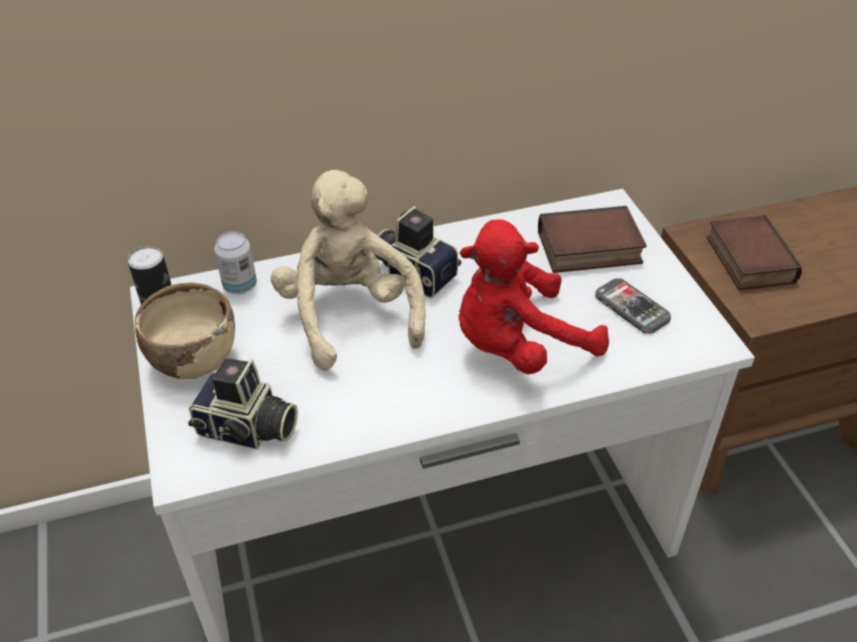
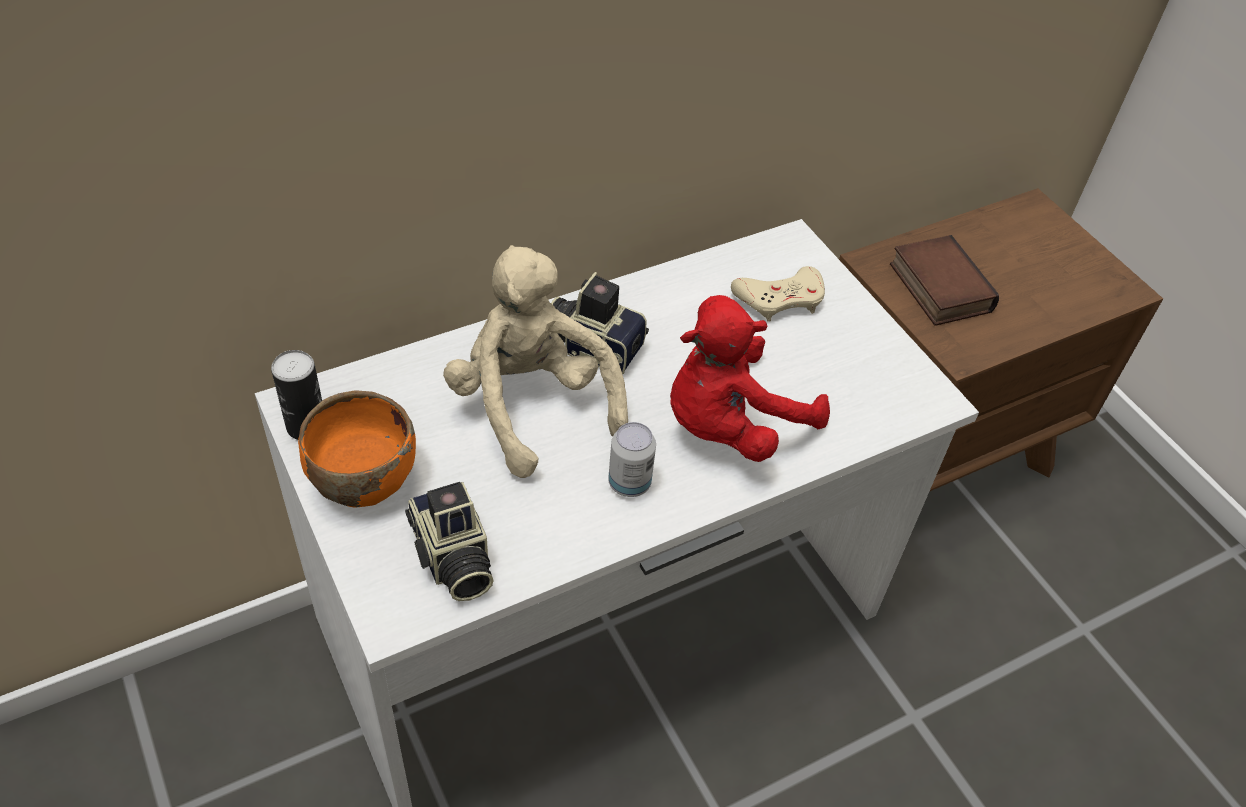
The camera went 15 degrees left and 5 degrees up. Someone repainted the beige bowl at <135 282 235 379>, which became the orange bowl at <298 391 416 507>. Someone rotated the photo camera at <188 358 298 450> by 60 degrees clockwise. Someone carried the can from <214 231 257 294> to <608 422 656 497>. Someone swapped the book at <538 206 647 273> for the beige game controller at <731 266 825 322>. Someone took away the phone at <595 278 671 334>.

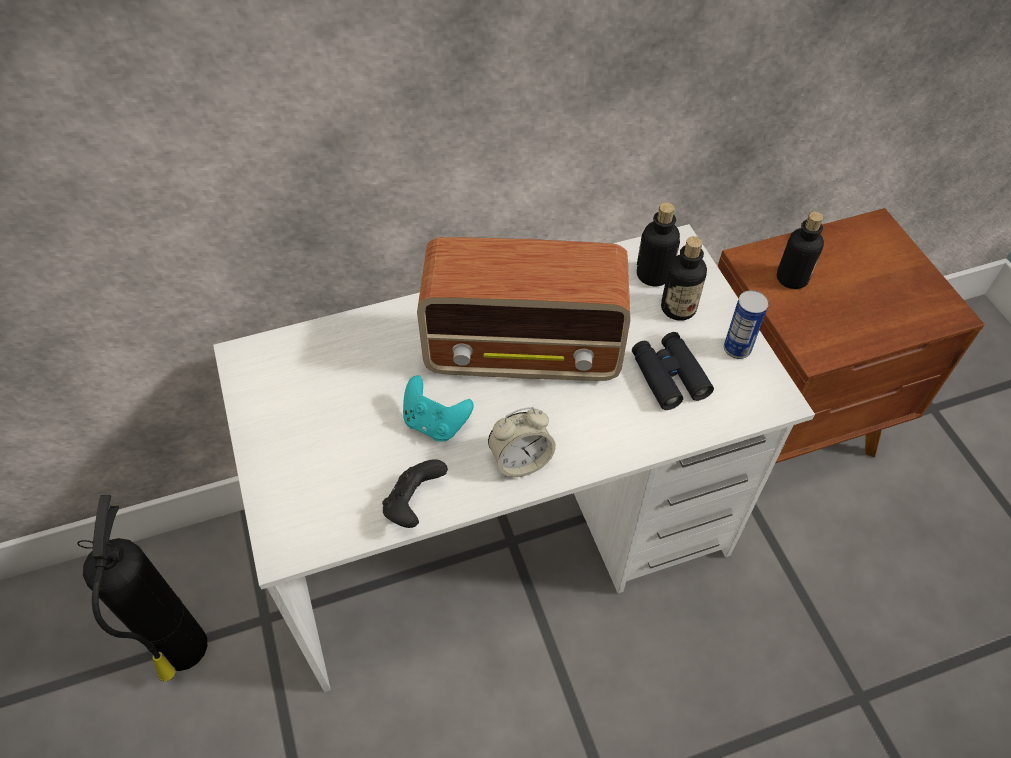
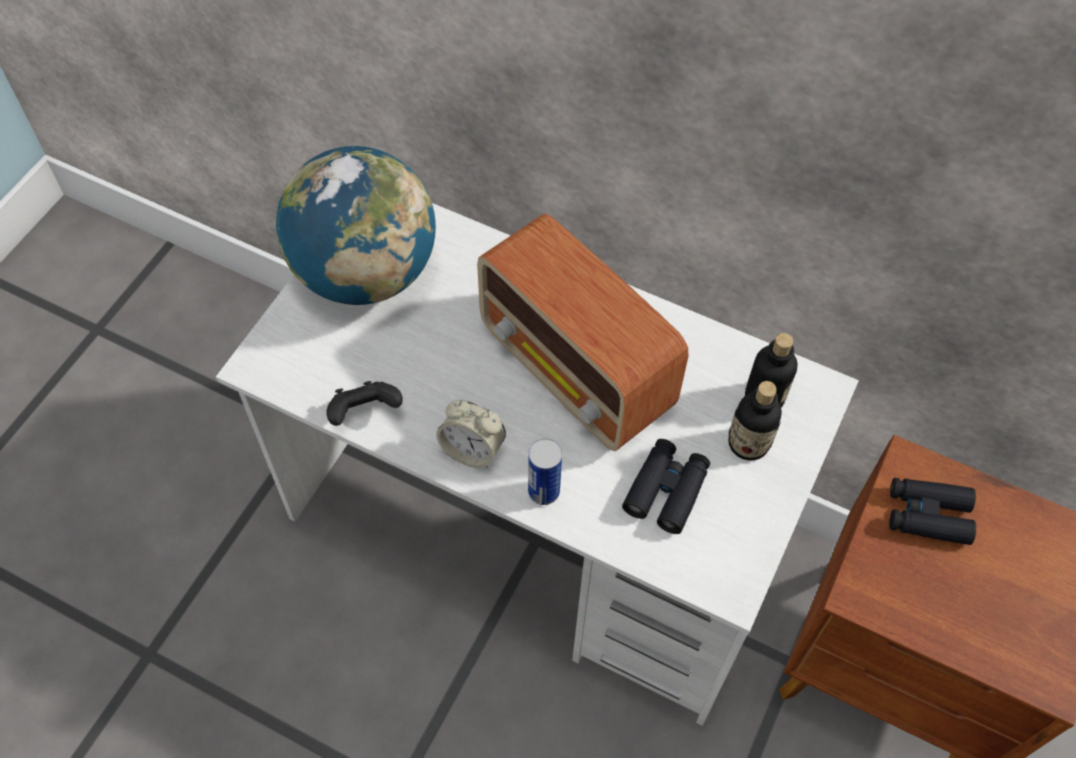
The camera went 45 degrees right and 5 degrees up. Someone put down the globe at <276 146 436 305>. Someone carried the can from <724 290 769 359> to <528 439 562 505>. Someone swapped the bottle at <777 212 824 289> for the black binoculars at <889 478 976 545>. Someone took away the fire extinguisher at <77 495 207 682>. Someone took away the turquoise game controller at <403 375 474 442>.

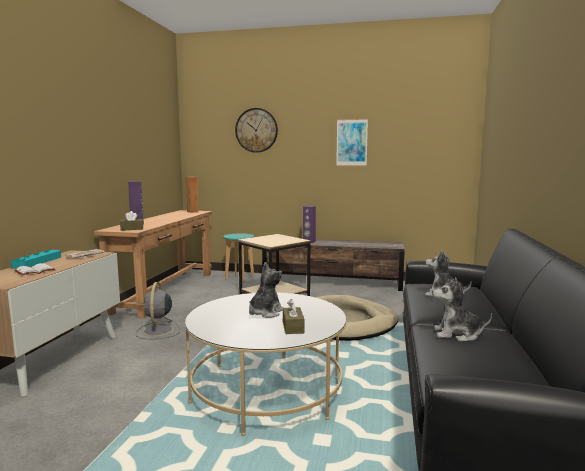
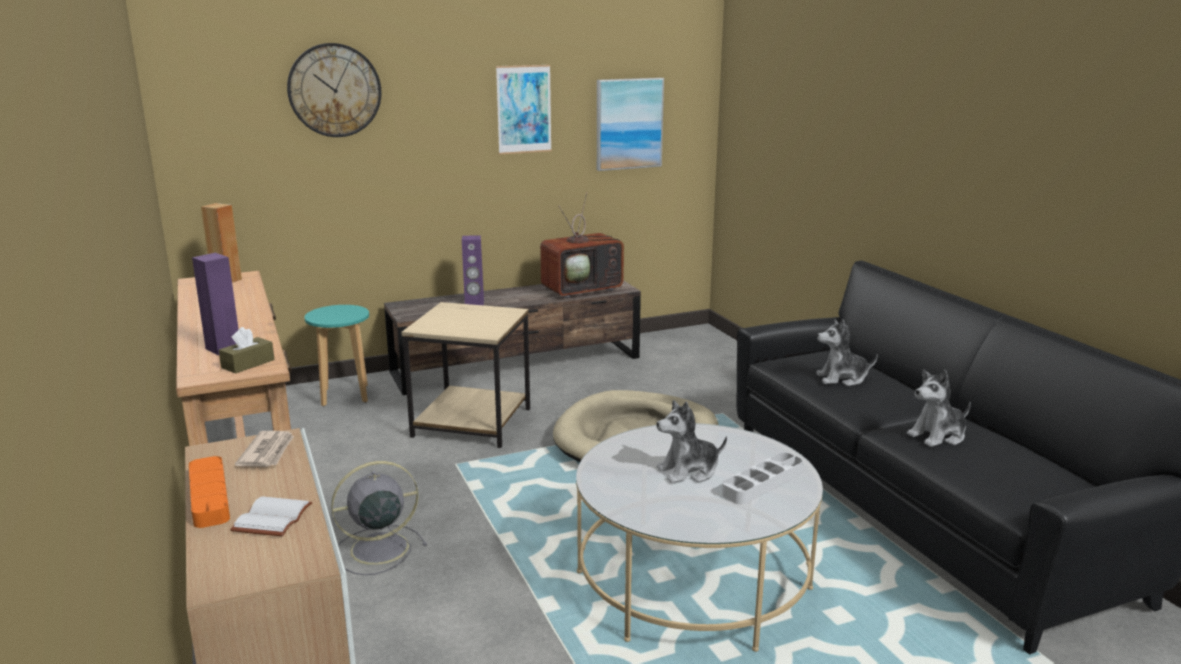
The camera went 35 degrees left and 10 degrees up. Someone repainted the turquoise tray at <11 250 61 269>, which became the orange tray at <189 456 230 528>. Someone rotated the grey fan at <136 282 180 339> by 105 degrees clockwise. Someone put down the television at <540 192 624 298>. Someone put up the picture at <597 78 664 171>. Someone rotated the plush toy at <249 262 284 318> by 105 degrees counterclockwise. Someone swapped the brown tissue box at <283 299 304 334> for the grey tray at <722 452 803 504>.

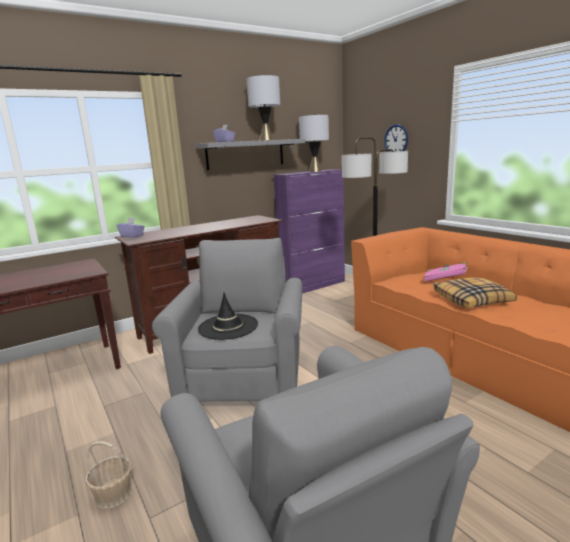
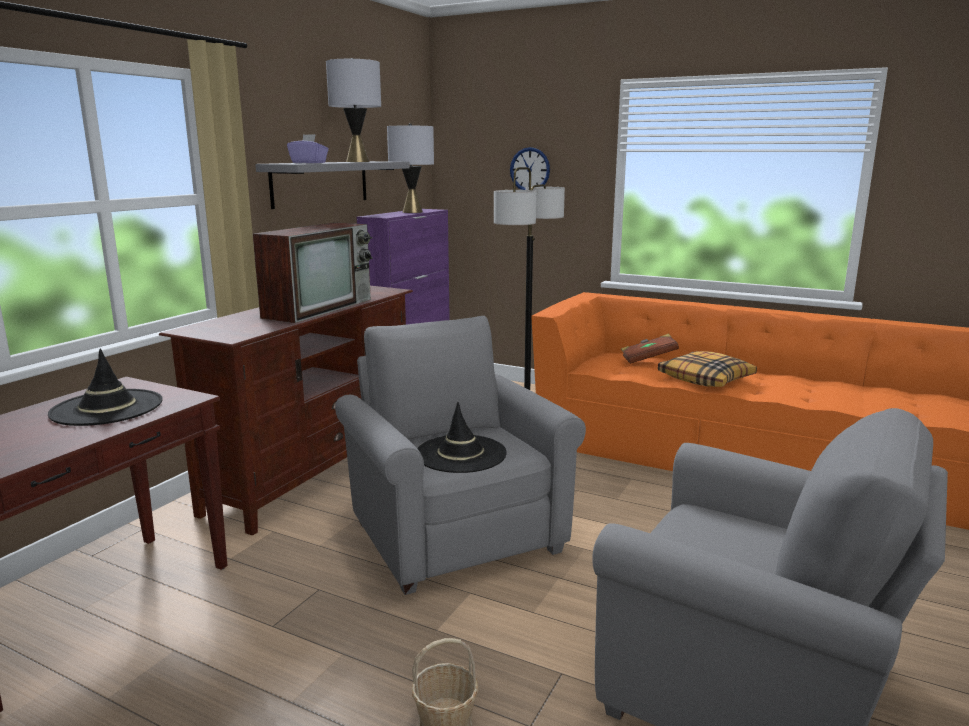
The camera went 30 degrees left and 0 degrees up. Someone put down the black hat at <48 348 163 426>. Someone put down the television at <253 222 373 323>. Someone repainted the pink book at <424 262 468 282>, which became the brown book at <621 334 679 364>. Someone took away the purple tissue box at <117 218 145 238>.

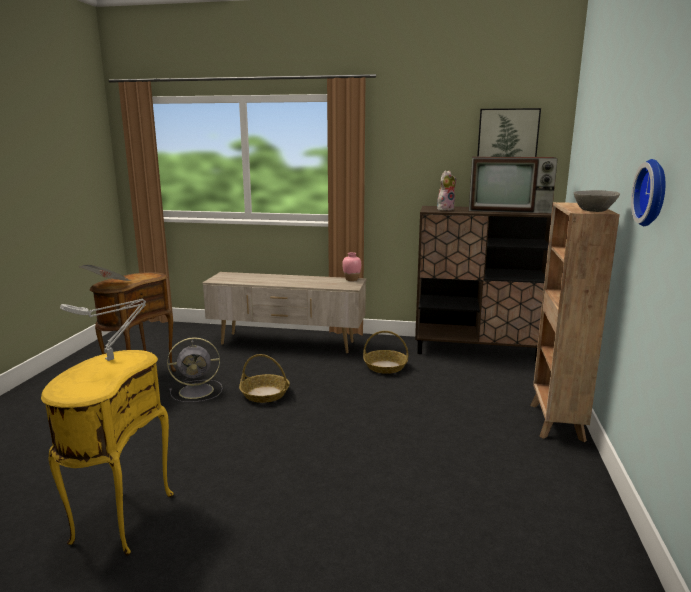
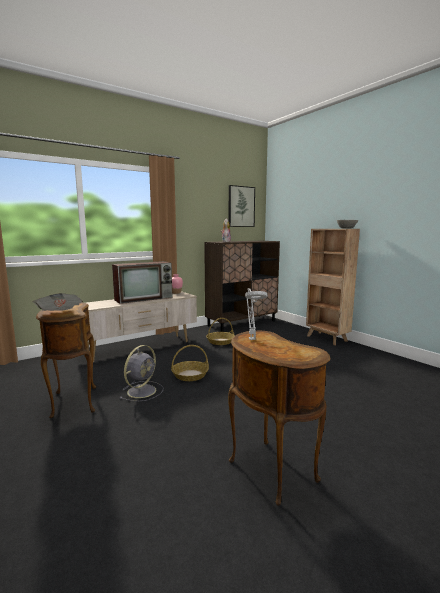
The camera went 45 degrees left and 5 degrees down. Someone carried the television from <469 157 558 214> to <112 261 172 304>. Someone repainted the yellow side table at <41 350 174 556>, which became the brown side table at <228 331 330 506>. Someone took away the wall clock at <631 159 665 226>.

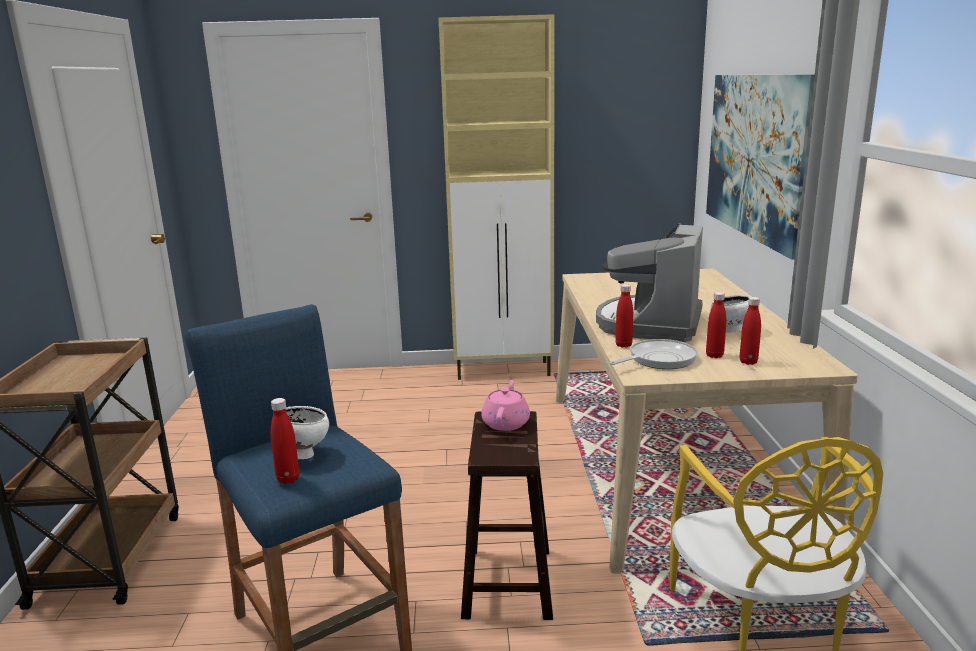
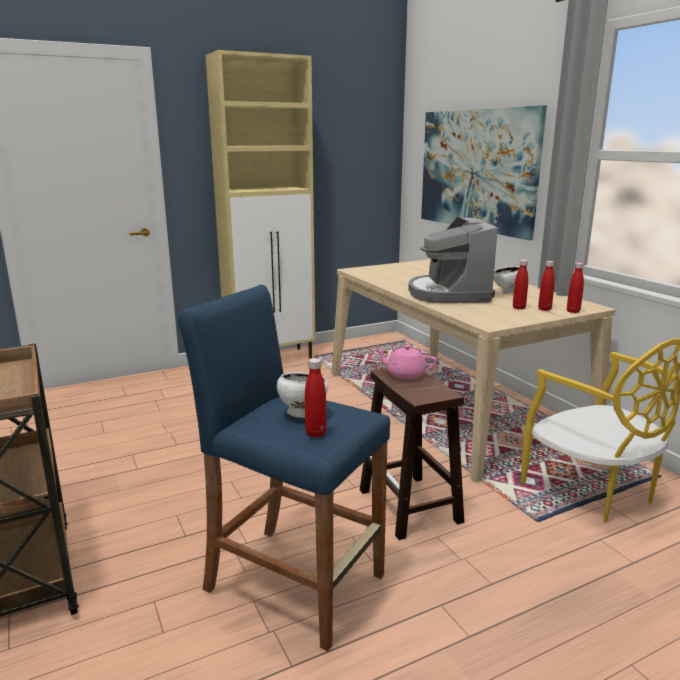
The camera went 25 degrees left and 0 degrees up. Someone rotated the pink teapot at <481 380 530 431> by 60 degrees counterclockwise. Someone carried the red bottle from <615 284 633 348> to <567 262 584 313>. Someone took away the frying pan at <609 339 698 369>.

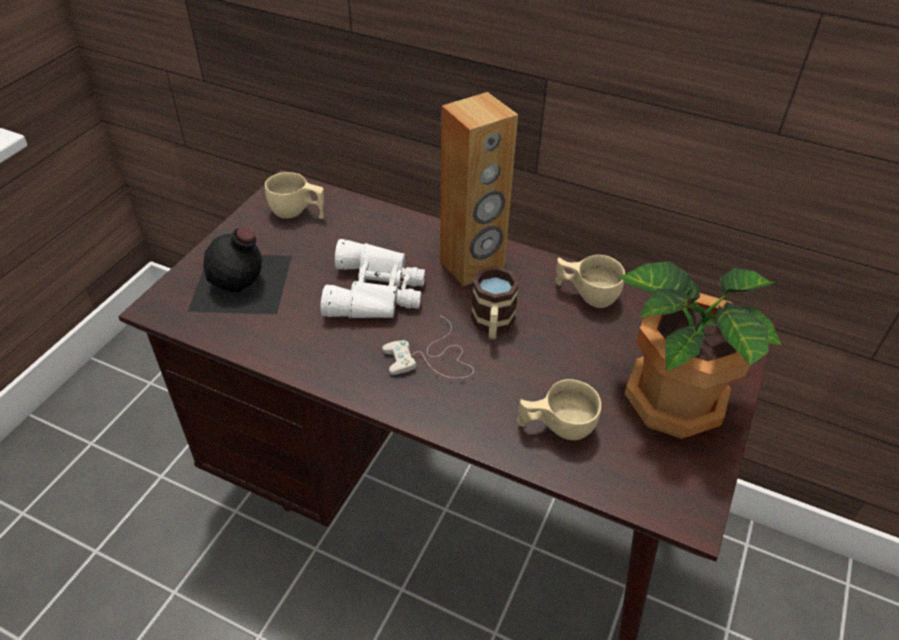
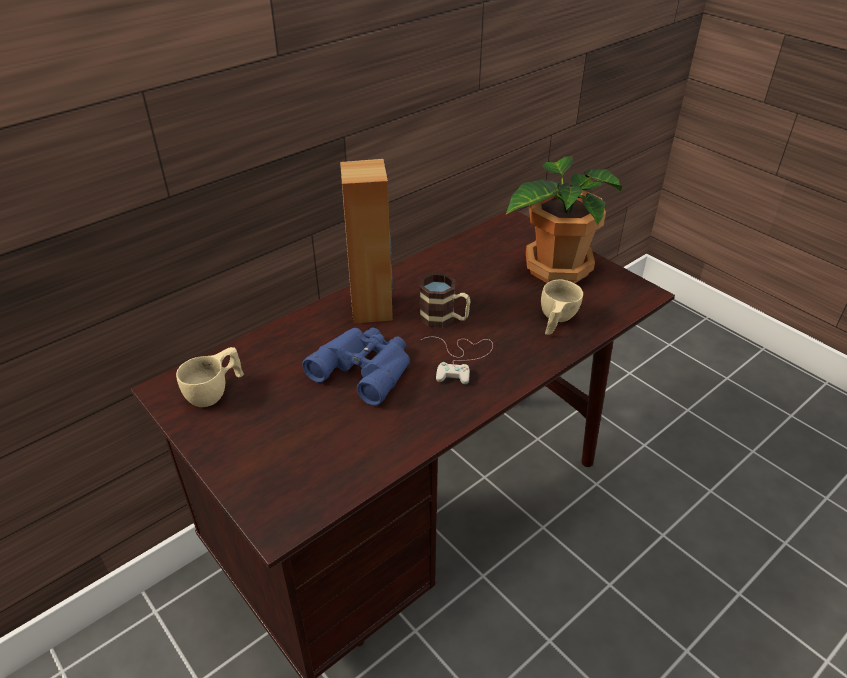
The camera went 65 degrees left and 5 degrees down. Someone repainted the white binoculars at <320 239 425 318>, which became the blue binoculars at <302 328 410 406>. Someone took away the black bottle at <188 228 292 314>. Someone took away the beige cup at <556 255 625 308>.

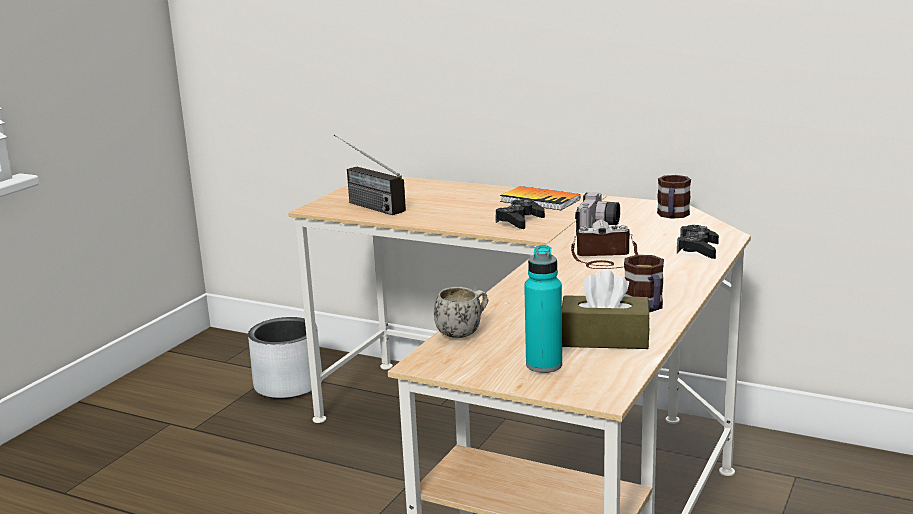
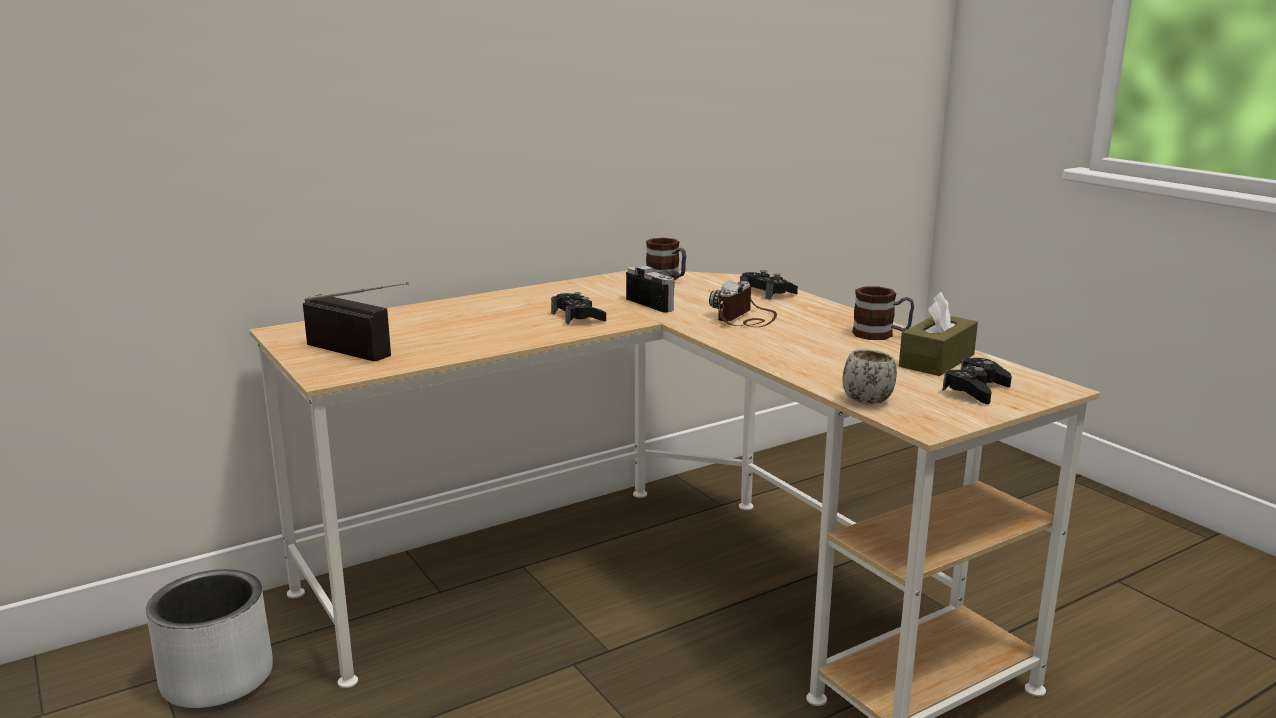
The camera went 60 degrees left and 0 degrees up. Someone rotated the radio at <334 134 406 215> by 135 degrees counterclockwise. Someone swapped the turquoise bottle at <524 245 562 373> for the black game controller at <942 358 1012 405>. Someone took away the book at <500 186 580 210>.

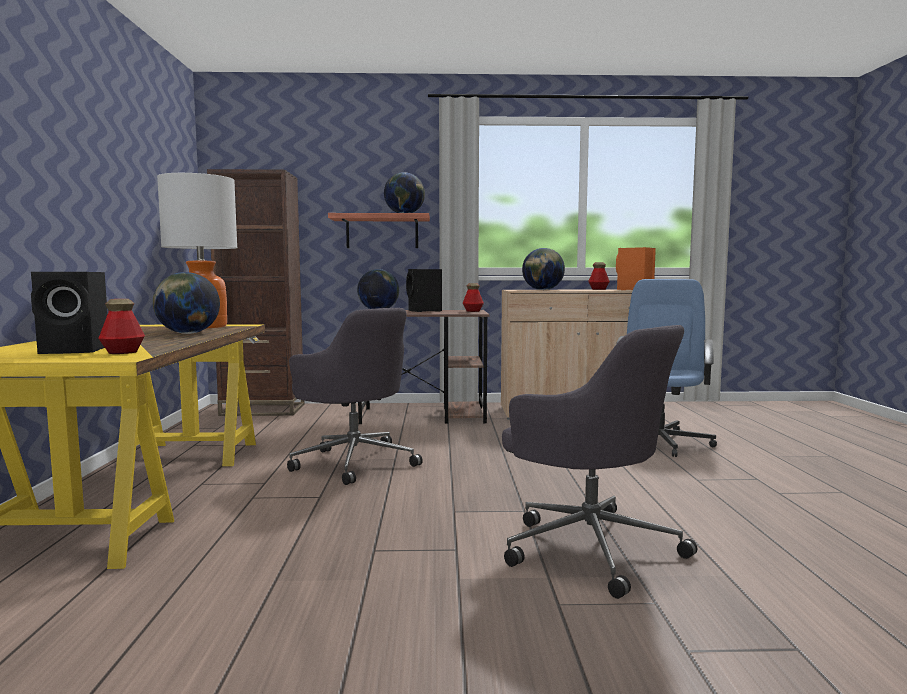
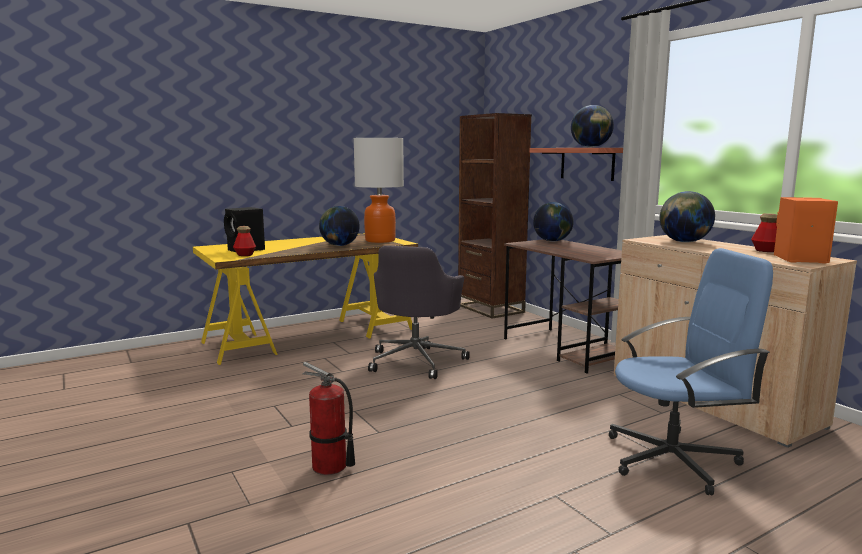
The camera went 60 degrees right and 5 degrees up. Someone swapped the grey office chair at <502 325 697 599> for the fire extinguisher at <303 362 355 475>. Someone took away the black speaker at <406 269 442 312>. Someone took away the bottle at <463 283 484 312>.

